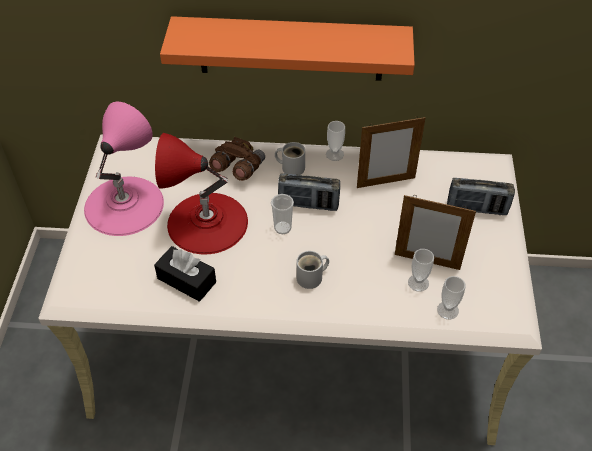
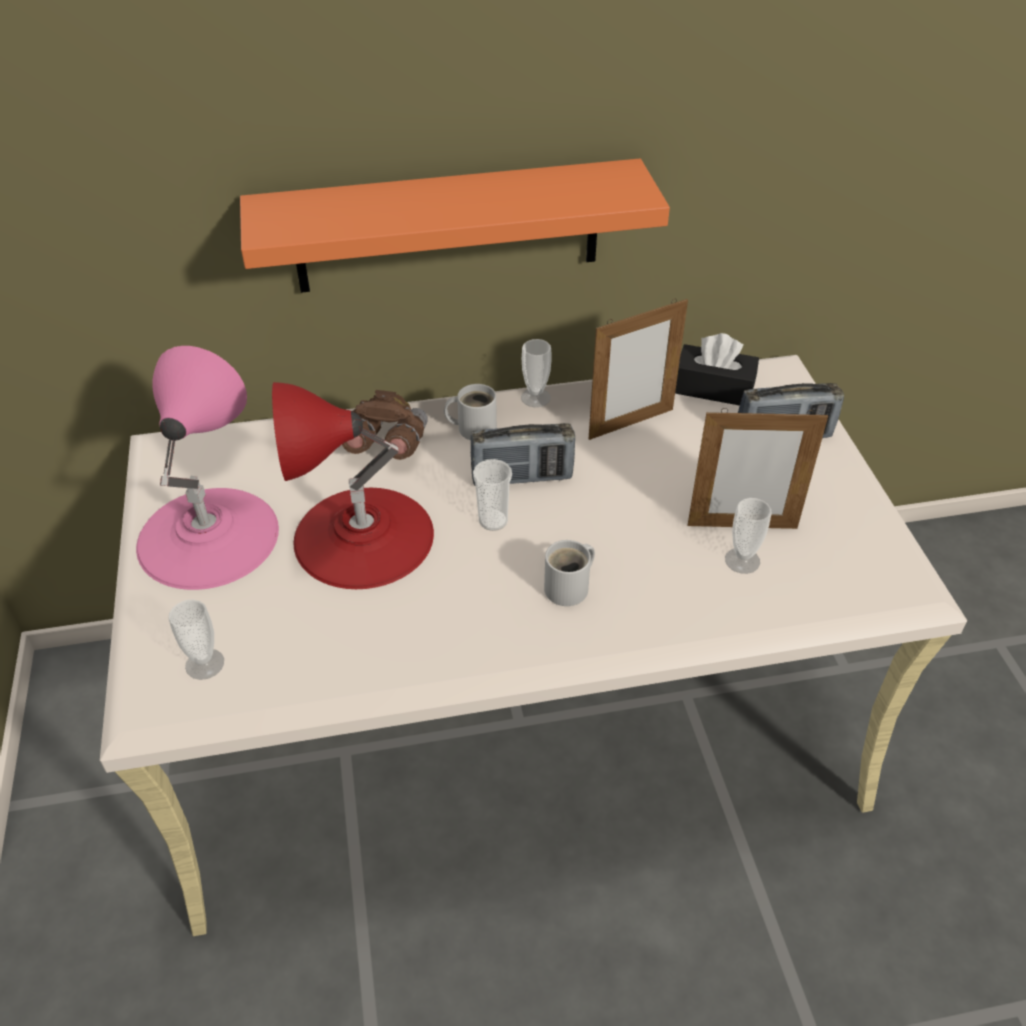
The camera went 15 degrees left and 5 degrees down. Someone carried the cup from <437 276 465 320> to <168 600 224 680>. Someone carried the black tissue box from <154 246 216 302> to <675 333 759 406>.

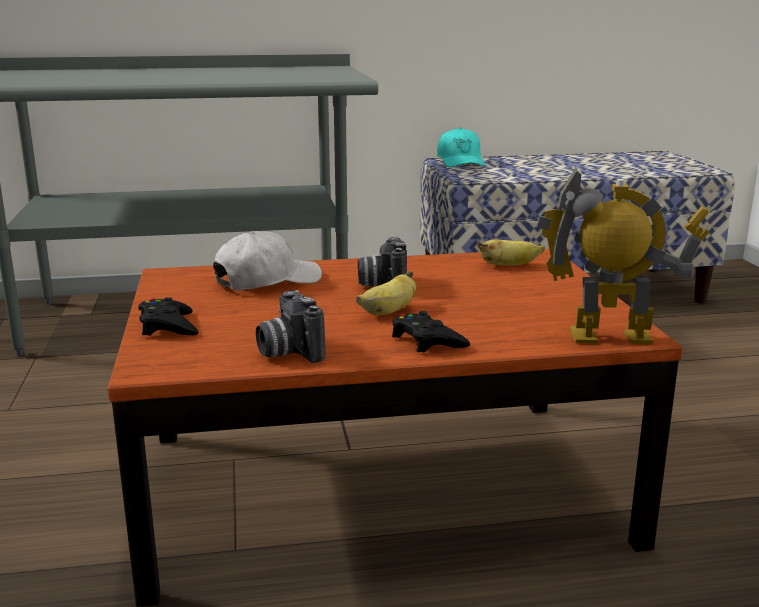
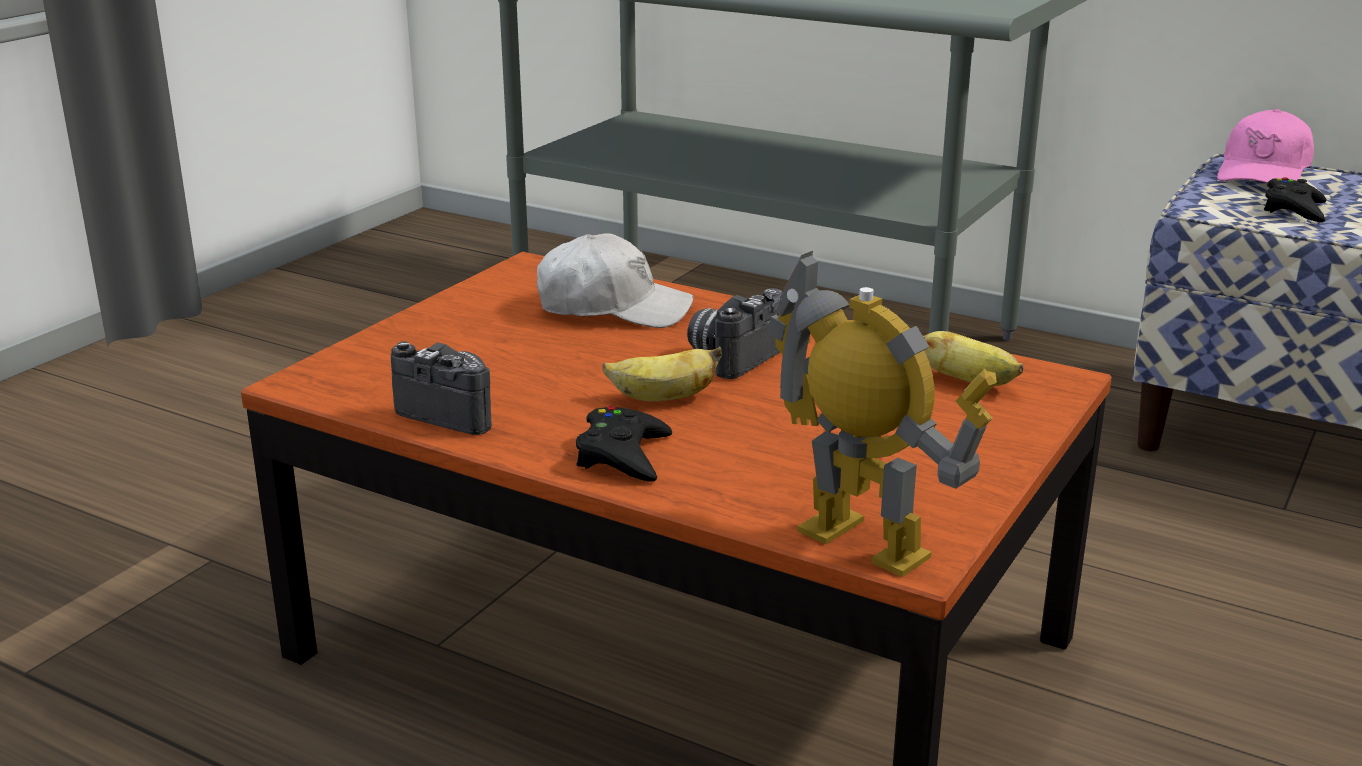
The camera went 40 degrees right and 5 degrees up. Someone rotated the photo camera at <256 290 326 363> by 105 degrees clockwise. Someone repainted the turquoise cap at <437 127 485 167>, which became the pink cap at <1217 109 1314 183>. Someone carried the black game controller from <138 297 198 336> to <1264 177 1326 222>.

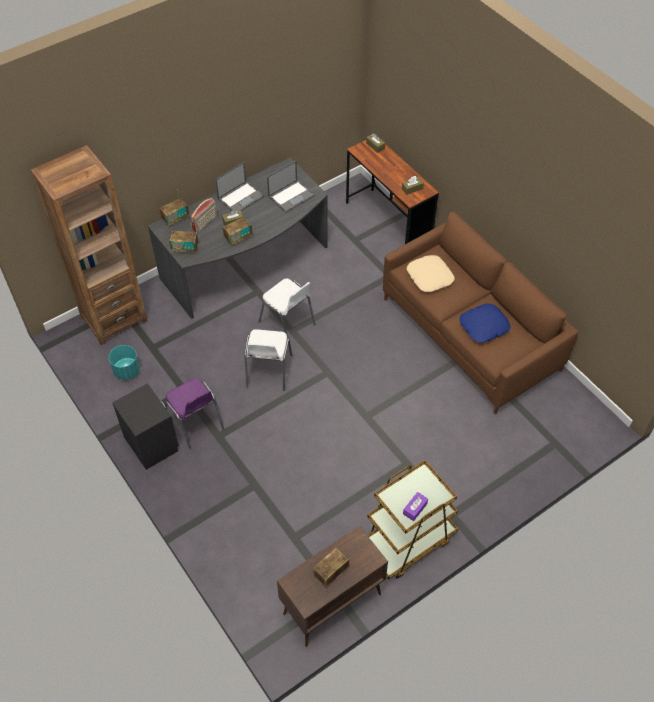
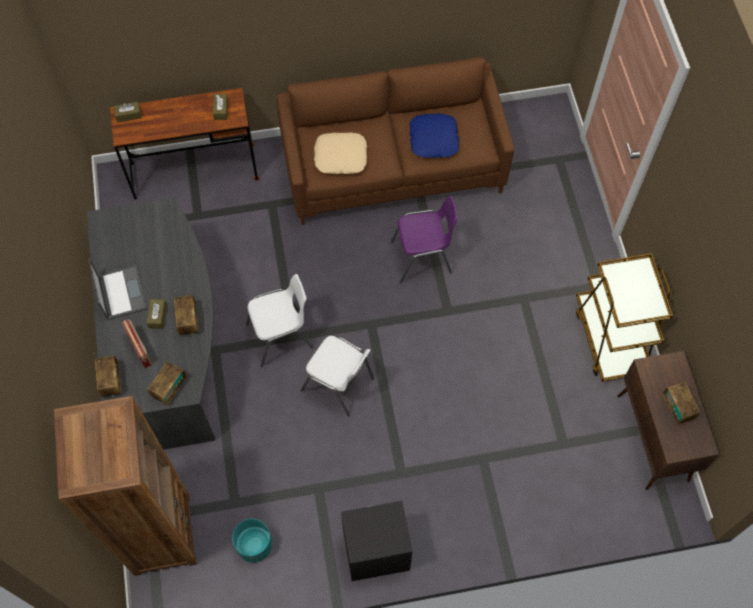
The camera went 65 degrees left and 10 degrees up. Someone carried the purple chair from <165 378 224 449> to <391 196 458 283>. Someone took away the laptop at <267 161 315 213>. Someone took away the purple tissue box at <403 492 428 521>.

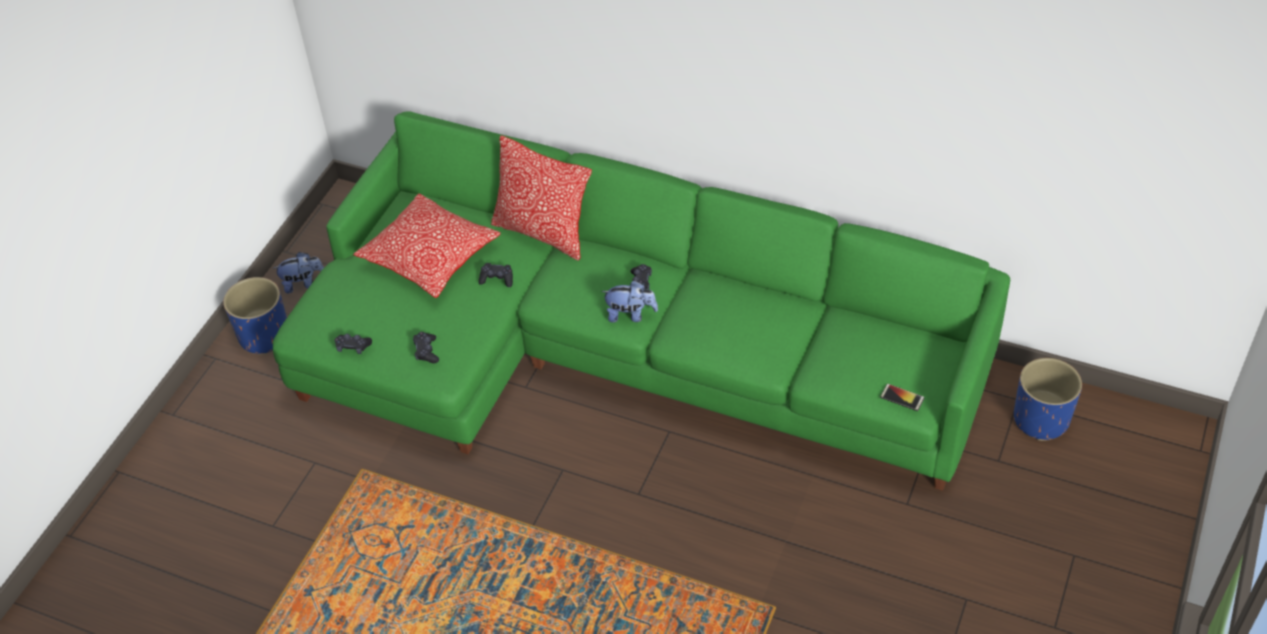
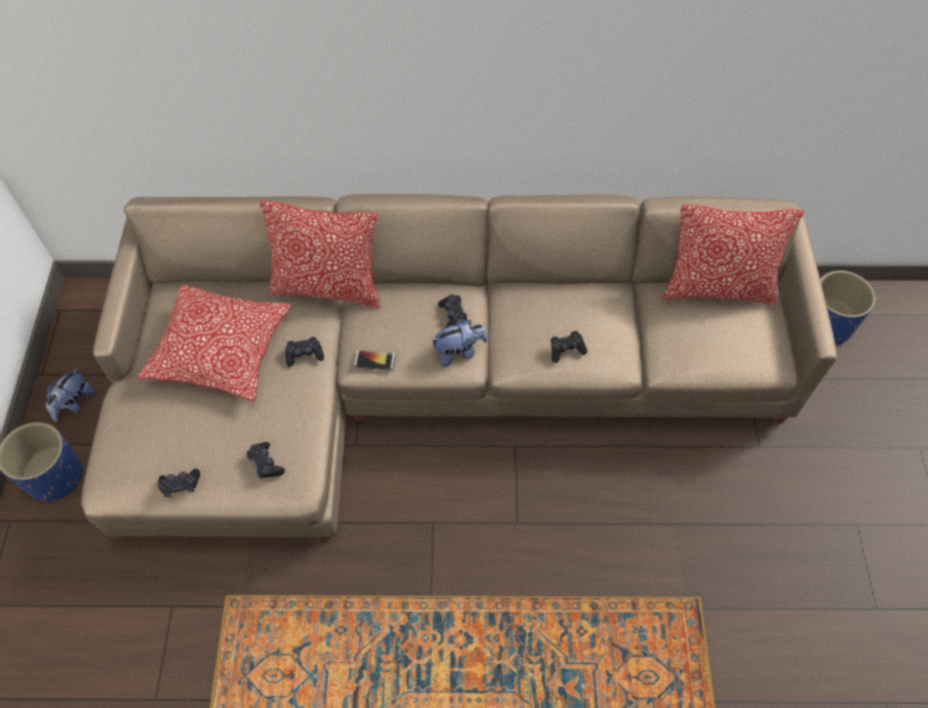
The camera went 25 degrees left and 10 degrees up. Someone rotated the plush toy at <272 252 324 294> by 150 degrees clockwise. Someone repainted the green sofa at <273 112 1010 491>, which became the beige sofa at <81 194 837 539>. Someone carried the phone from <880 384 925 411> to <353 350 396 370>. Someone put down the black game controller at <551 331 587 363>. Someone put down the pillow at <663 205 805 306>.

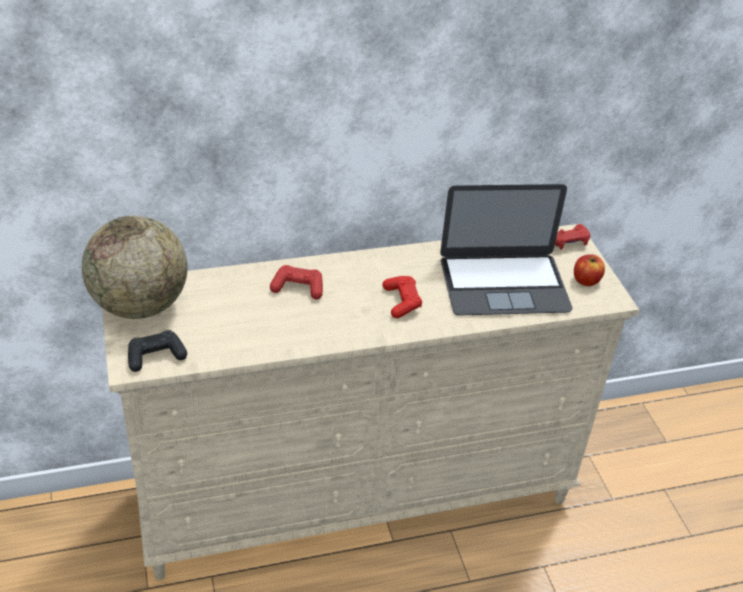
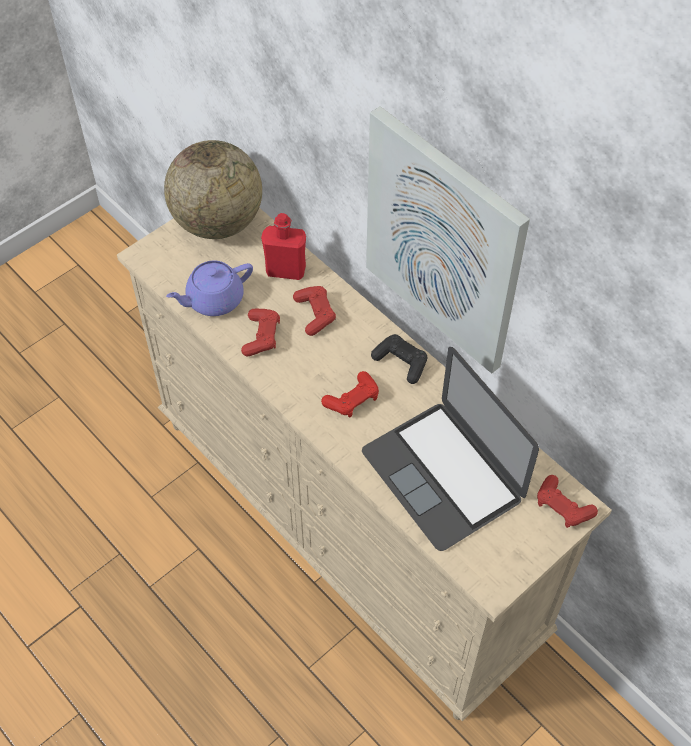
The camera went 65 degrees right and 15 degrees up. Someone put down the purple teapot at <166 261 253 316>. Someone put down the red game controller at <241 309 280 356>. Someone put down the red bottle at <261 213 306 280>. Someone put up the picture at <366 106 530 374>. Someone carried the black game controller from <128 330 187 372> to <371 334 427 384>. Someone took away the apple at <574 254 605 286>.

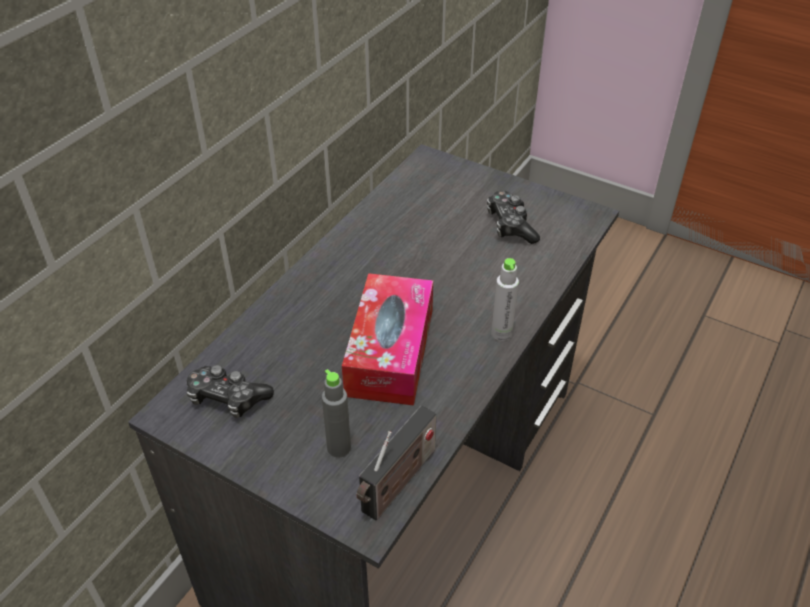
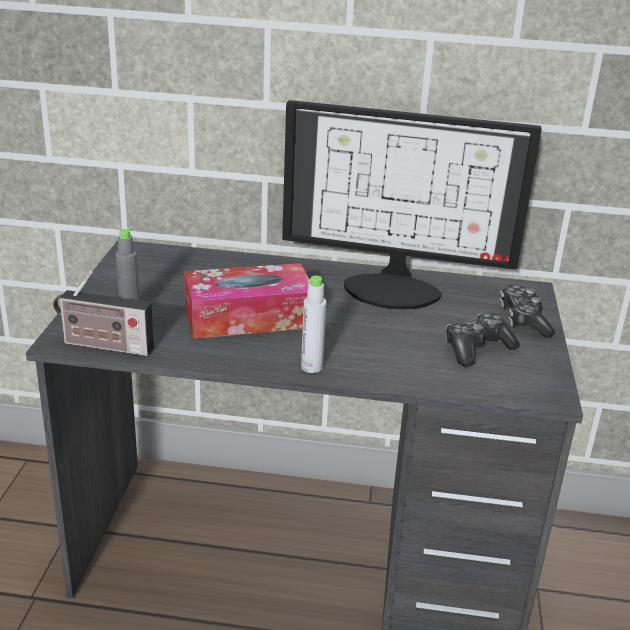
The camera went 65 degrees right and 15 degrees down. Someone put down the monitor at <282 100 542 310>. Someone carried the game controller from <187 365 274 418> to <500 285 555 338>.

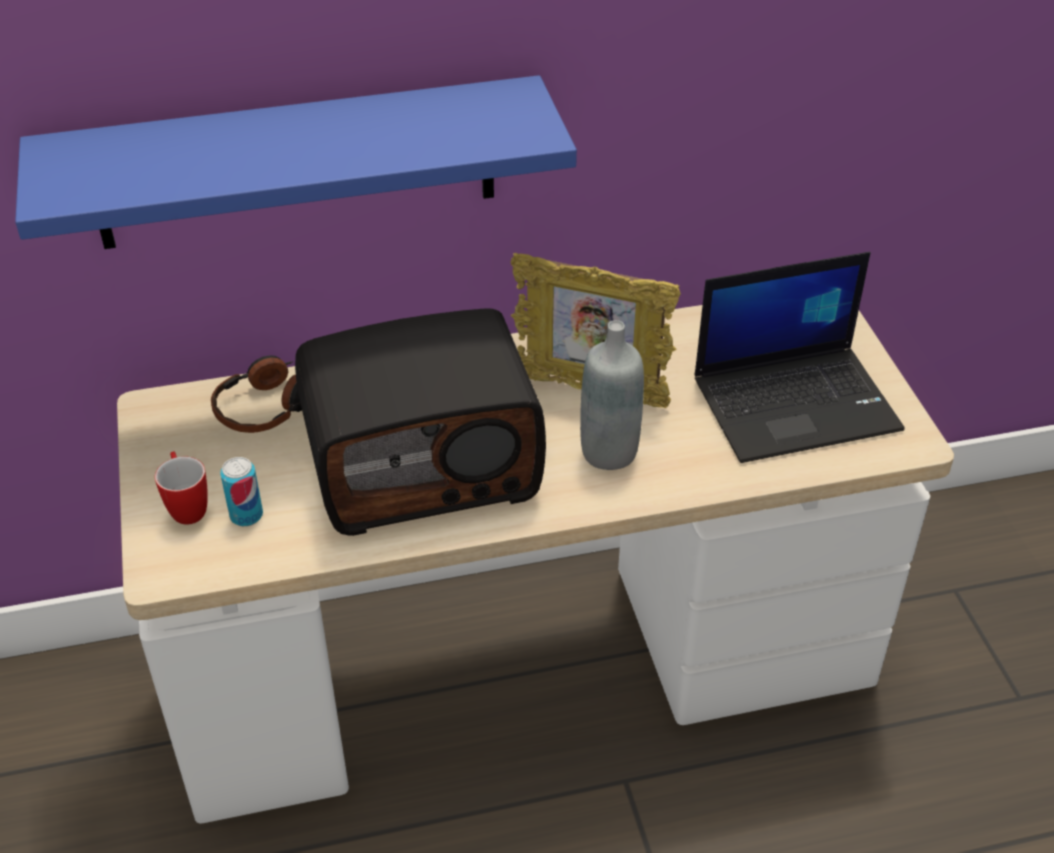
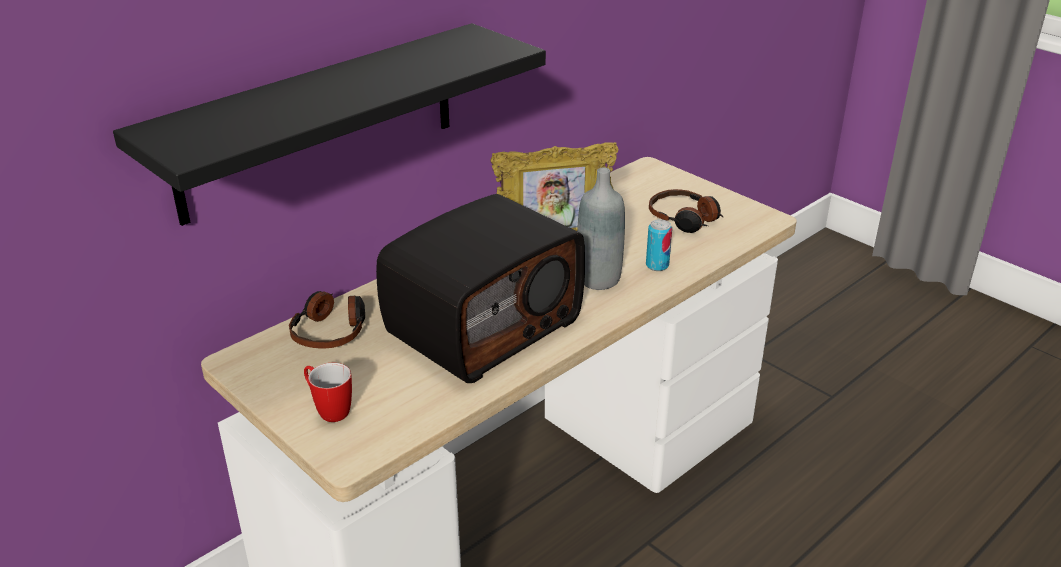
The camera went 30 degrees left and 10 degrees down. Someone repainted the blue shelf at <15 75 577 249>, which became the black shelf at <113 23 546 226>. Someone carried the can from <220 457 263 526> to <646 219 672 271>. Someone swapped the laptop at <695 252 905 463> for the headphones at <649 189 723 233>.

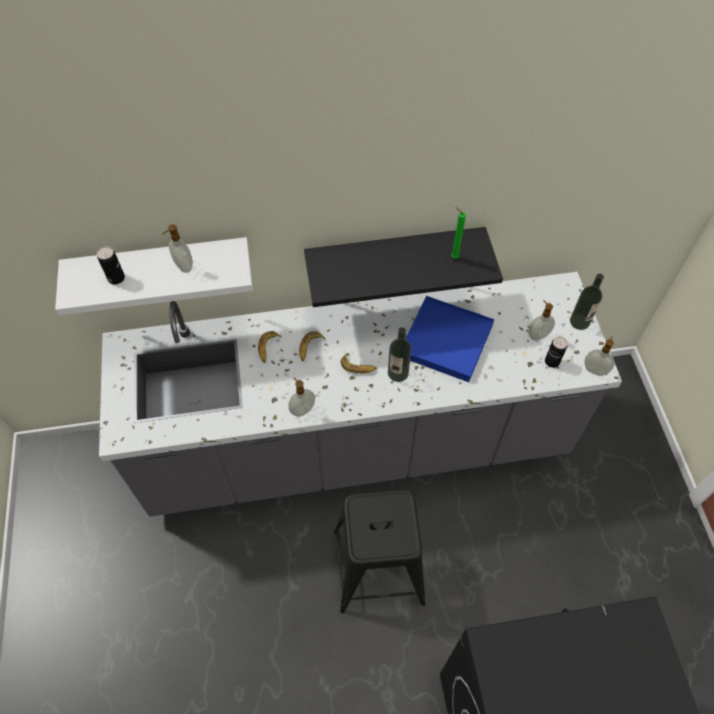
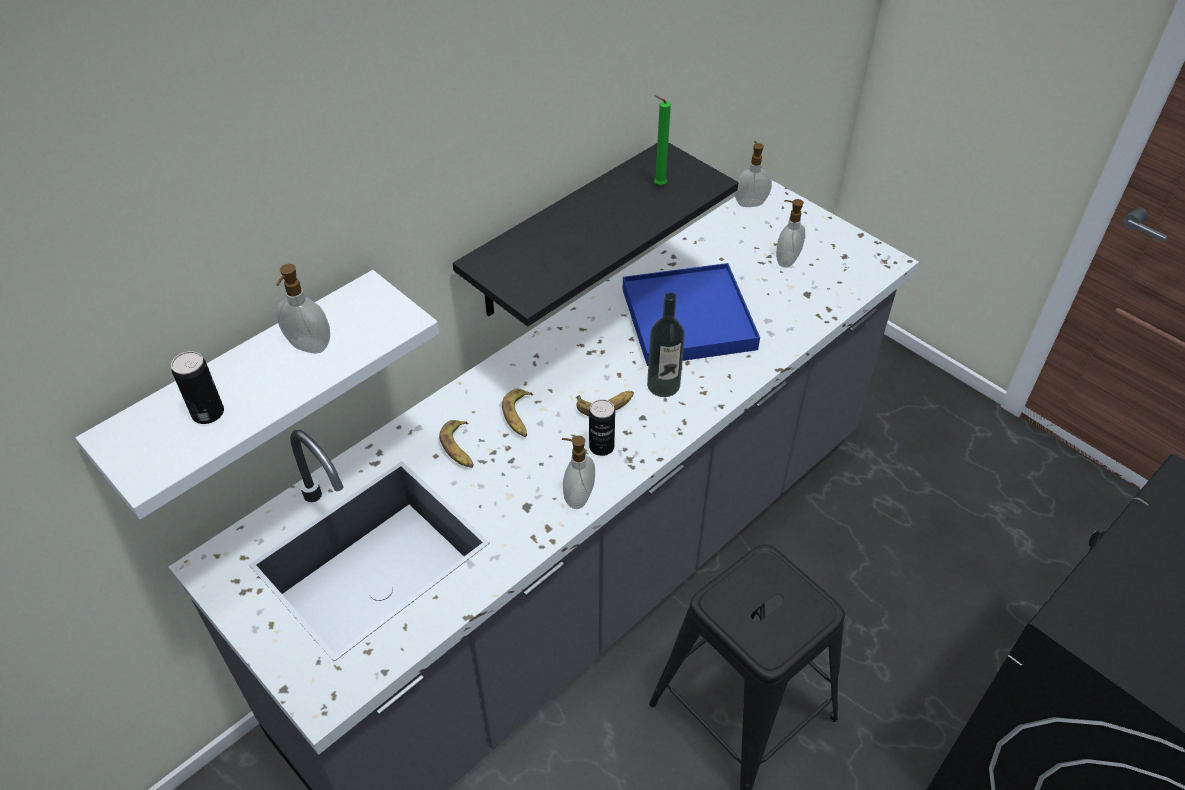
The camera went 35 degrees left and 10 degrees down. Someone carried the can from <545 337 568 368> to <589 399 615 456>. Someone carried the soap dispenser from <584 336 615 376> to <734 141 772 207>. Someone took away the bottle at <570 274 604 330>.

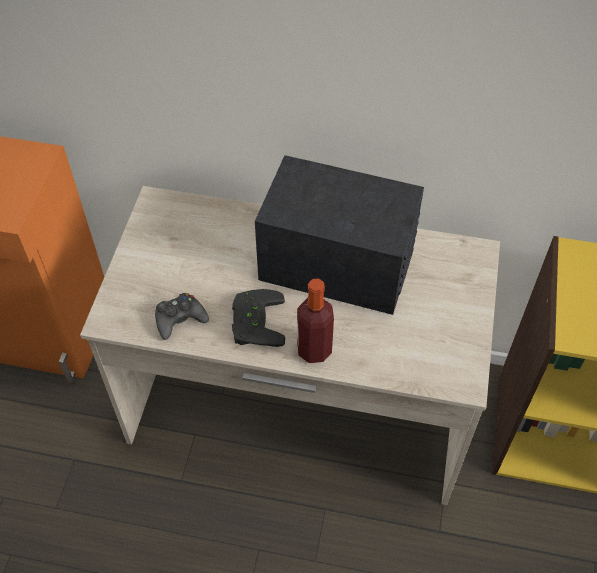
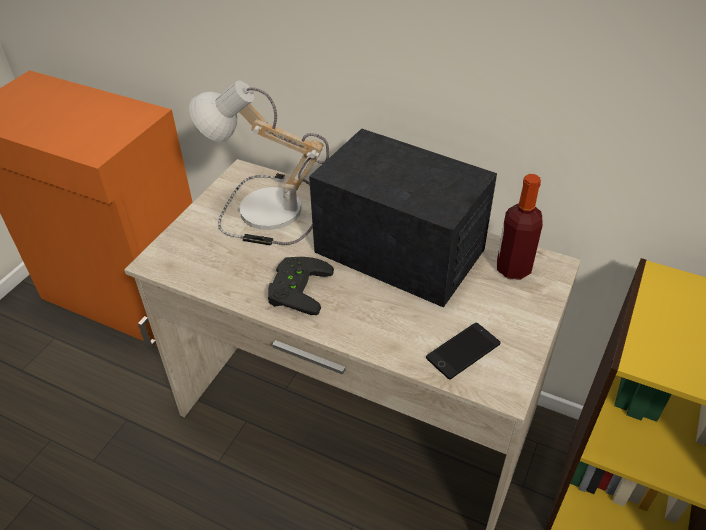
The camera went 15 degrees right and 10 degrees down. Someone put down the table lamp at <189 81 329 245>. Someone put down the phone at <426 323 501 380>. Someone carried the bottle from <297 279 334 363> to <497 174 543 280>. Someone took away the black game controller at <155 293 209 340>.

